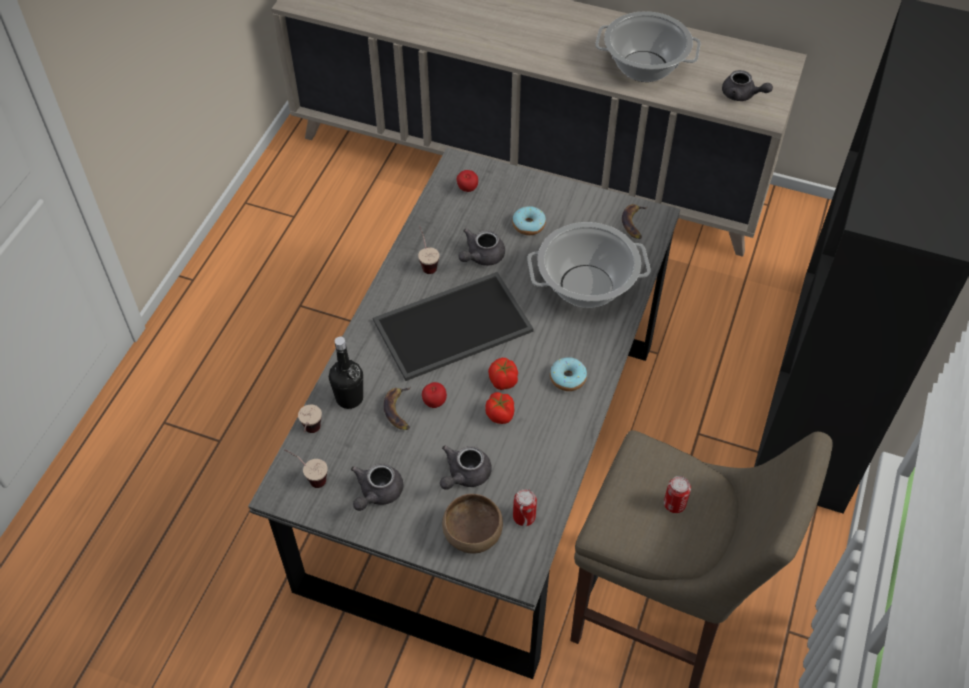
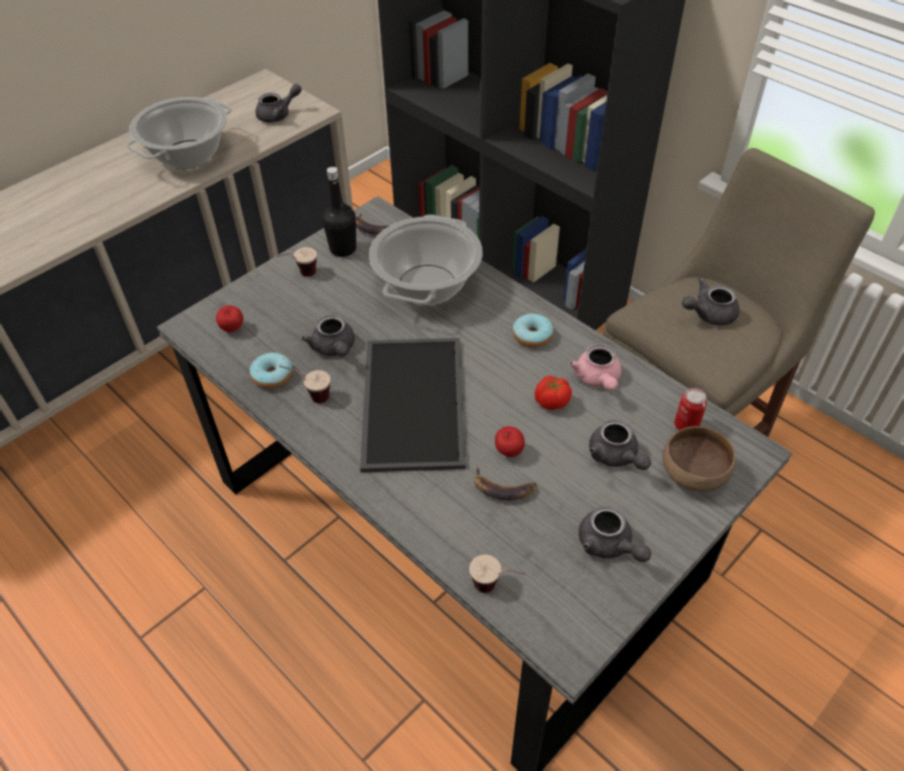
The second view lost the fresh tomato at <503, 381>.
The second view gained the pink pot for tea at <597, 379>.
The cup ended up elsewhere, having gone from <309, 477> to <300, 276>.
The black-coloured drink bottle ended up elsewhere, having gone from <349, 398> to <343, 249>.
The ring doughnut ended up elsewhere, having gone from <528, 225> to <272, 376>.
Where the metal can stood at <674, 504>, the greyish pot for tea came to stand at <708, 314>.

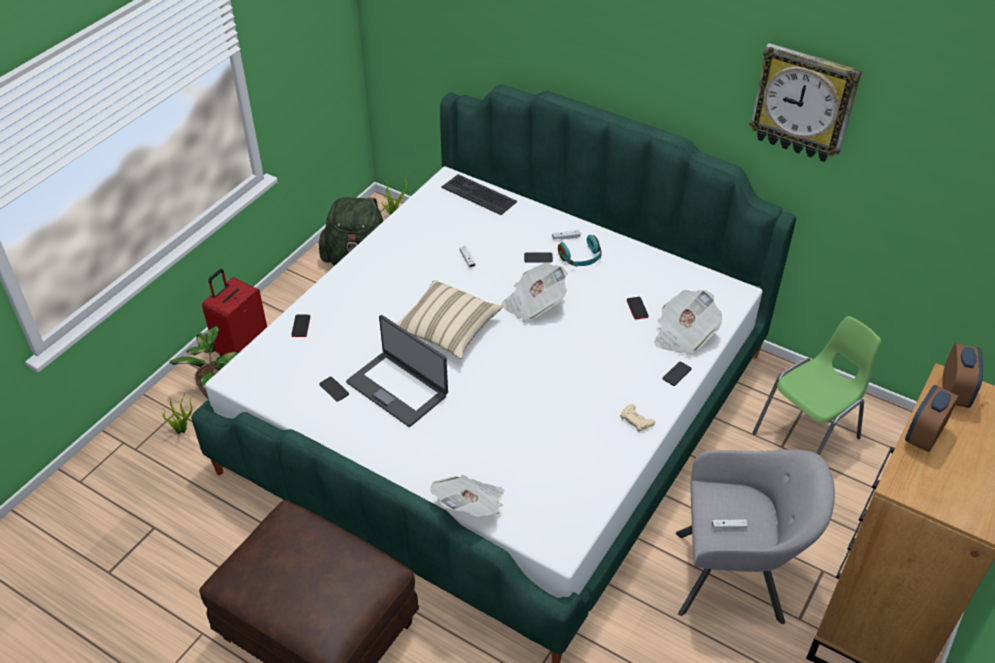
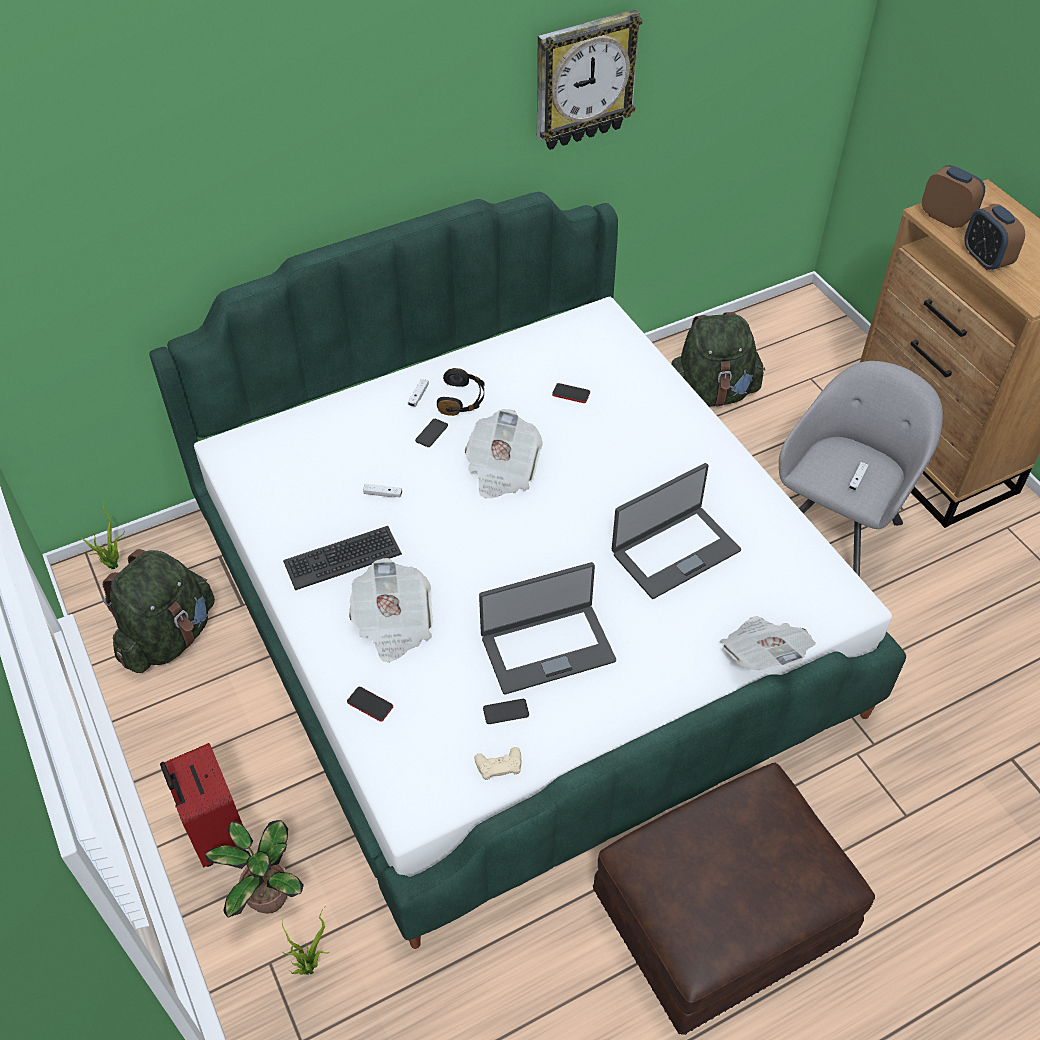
The second view lost the sand-coloured pillow at <447, 330>.
The second view lost the telephone at <677, 374>.
The second view gained the laptop at <674, 551>.
The keyboard ended up elsewhere, having gone from <479, 194> to <342, 557>.
The sand-coloured gamepad ended up elsewhere, having gone from <636, 420> to <499, 765>.
The printed paper ended up elsewhere, having gone from <683, 335> to <393, 624>.
Where the greenish plain chair stood at <808, 436>, the greenish backpack came to stand at <711, 393>.
What was the blue-green headphones at <581, 259> turned into the black-coloured headphones at <462, 400>.

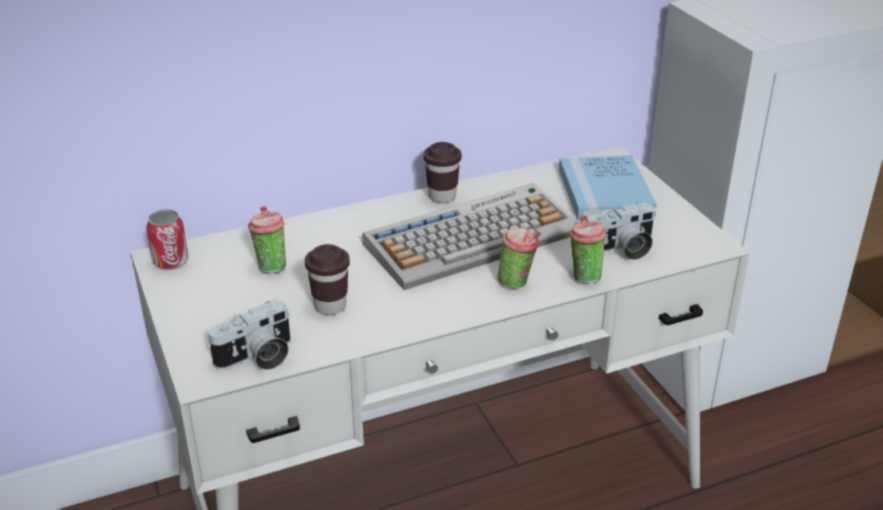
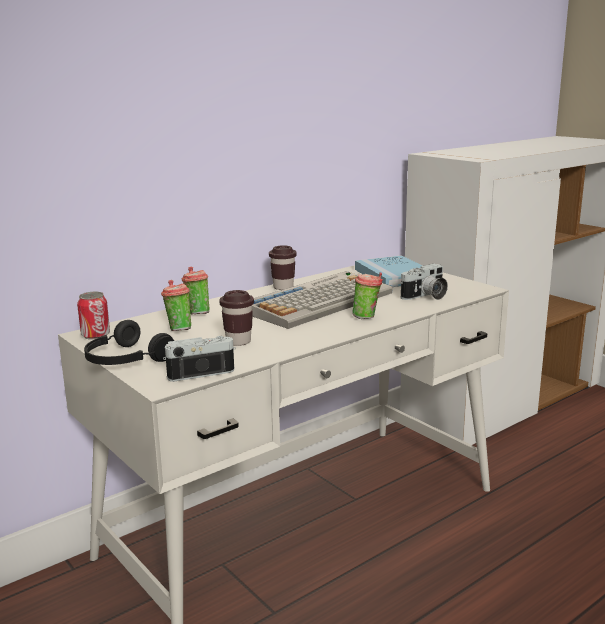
The second view gained the black-coloured headphones at <125, 360>.
The cup ended up elsewhere, having gone from <583, 276> to <197, 313>.
The still camera at <257, 358> ended up facing another way, 150 degrees counterclockwise from before.

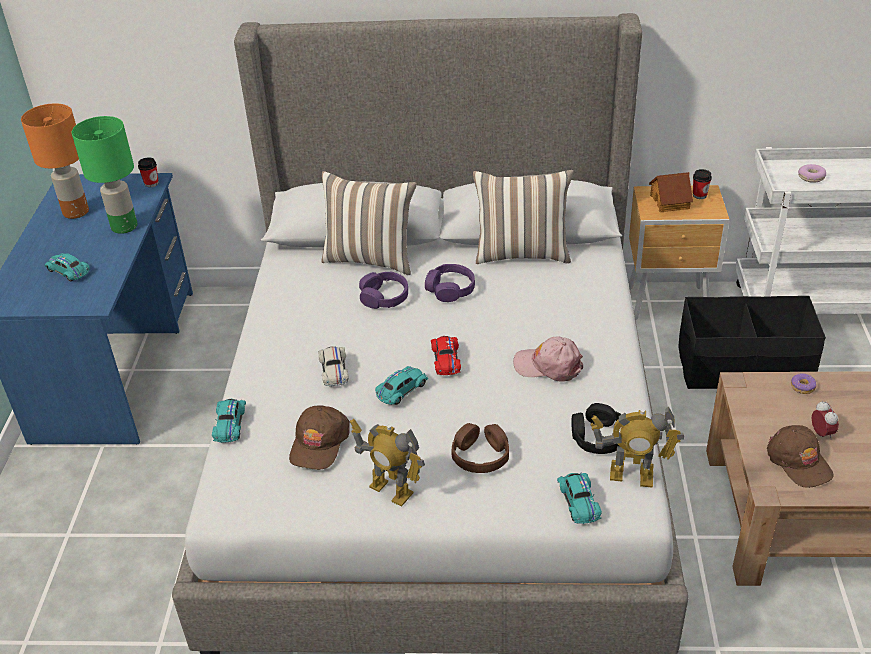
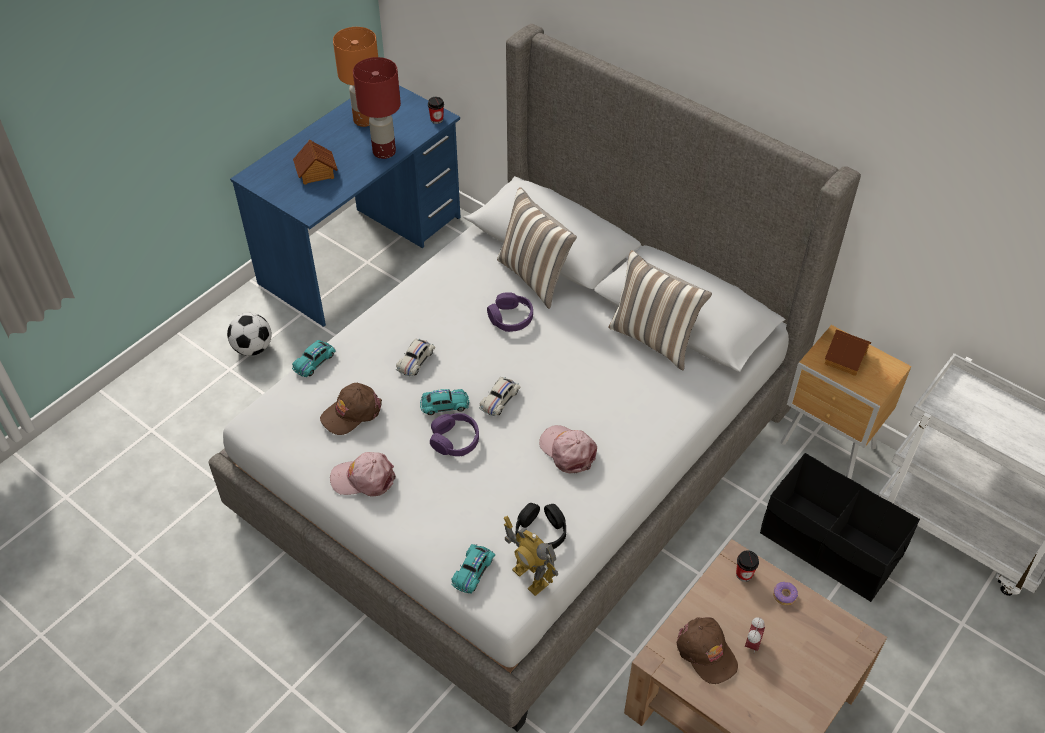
The second view lost the brown headphones at <480, 456>.
The second view lost the ring doughnut at <811, 177>.
The second view gained the football ball at <253, 348>.
The purple-coloured headphones ended up elsewhere, having gone from <450, 289> to <455, 440>.
The cup ended up elsewhere, having gone from <699, 195> to <744, 574>.
Where the blue-green toy car stood at <68, 271>, the miniature house came to stand at <316, 173>.
Where the model robot stood at <391, 490>, the pink baseball cap came to stand at <363, 478>.
What was the greenish lamp for a table at <124, 227> turned into the reddish lamp for a table at <383, 152>.
What was the reddish toy car at <446, 360> turned into the white toy car at <499, 400>.
The brown baseball cap at <798, 461> ended up facing another way, 45 degrees counterclockwise from before.

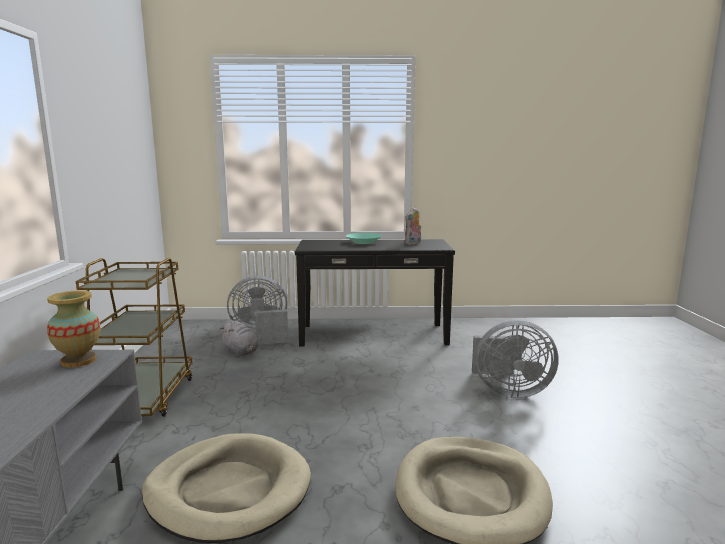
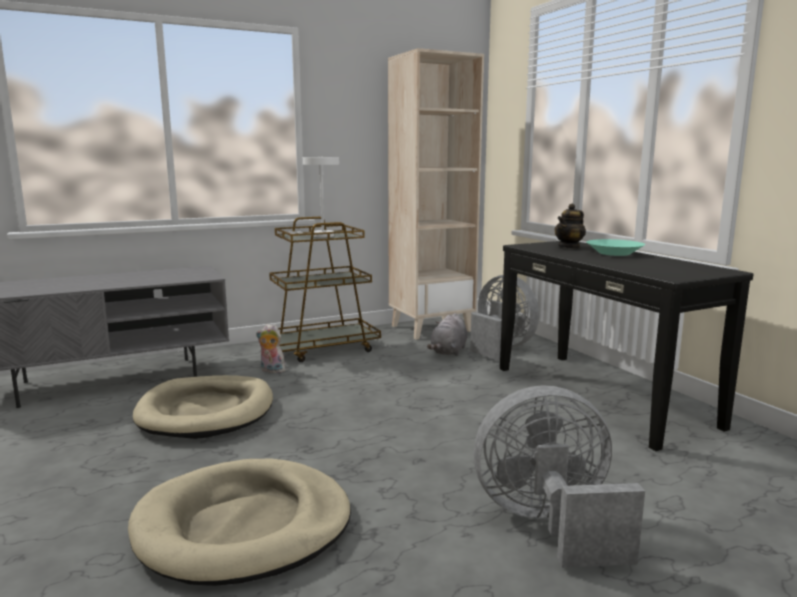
The second view lost the decorative vase at <78, 361>.
The second view gained the white lamp for a table at <319, 235>.
The second view gained the sand-coloured bookcase at <431, 328>.
The second view gained the pot for tea at <569, 247>.
The cuddly toy ended up elsewhere, having gone from <413, 243> to <271, 371>.
The greyish cooling fan at <508, 391> ended up facing another way, 105 degrees clockwise from before.

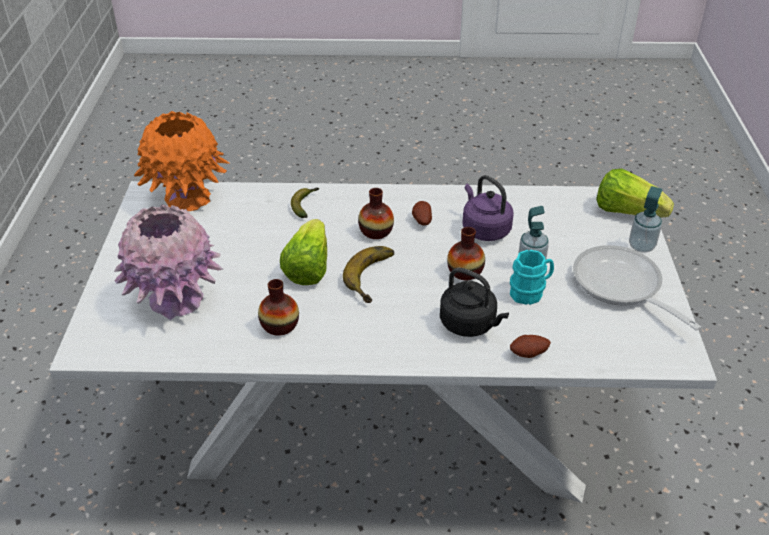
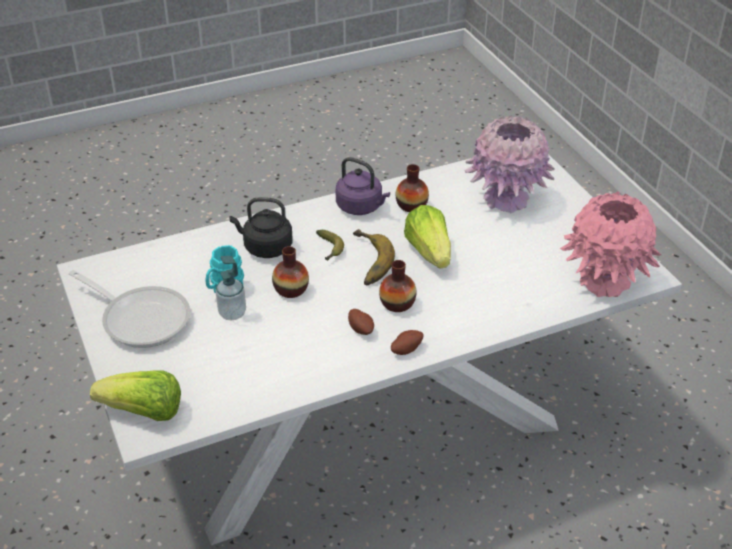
The second view lost the liquid soap bottle at <641, 246>.
The banana ended up elsewhere, having gone from <305, 205> to <329, 249>.
The purple-coloured tea kettle ended up elsewhere, having gone from <484, 229> to <361, 207>.
The potato ended up elsewhere, having gone from <529, 355> to <406, 349>.
What was the orange-coloured decorative vase at <187, 199> turned into the pink decorative vase at <604, 281>.

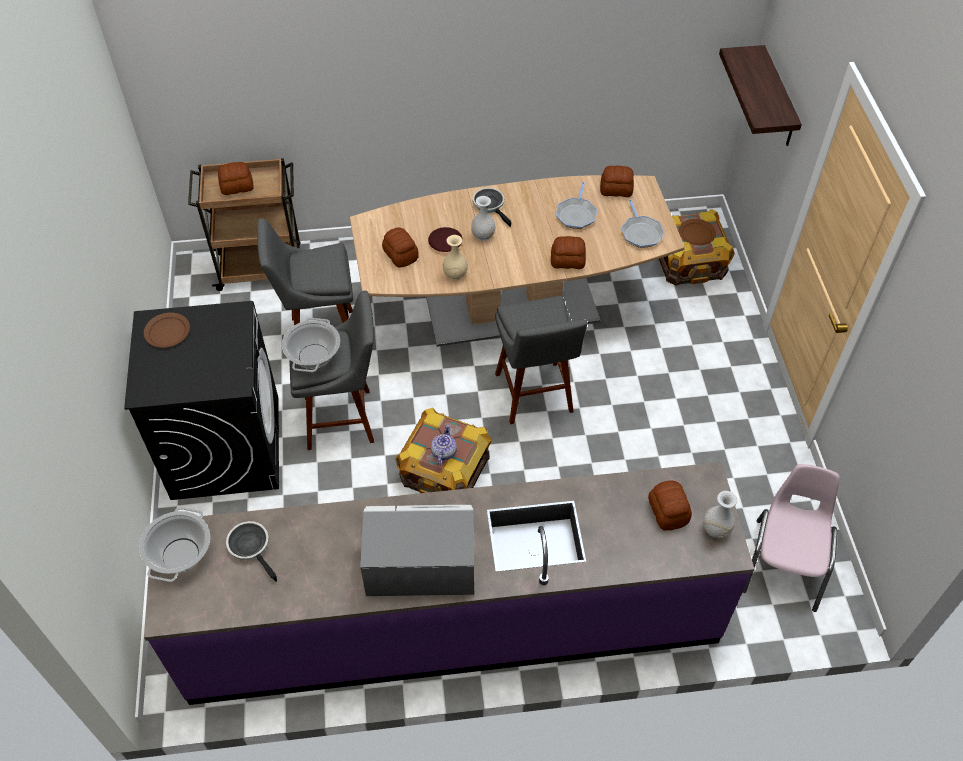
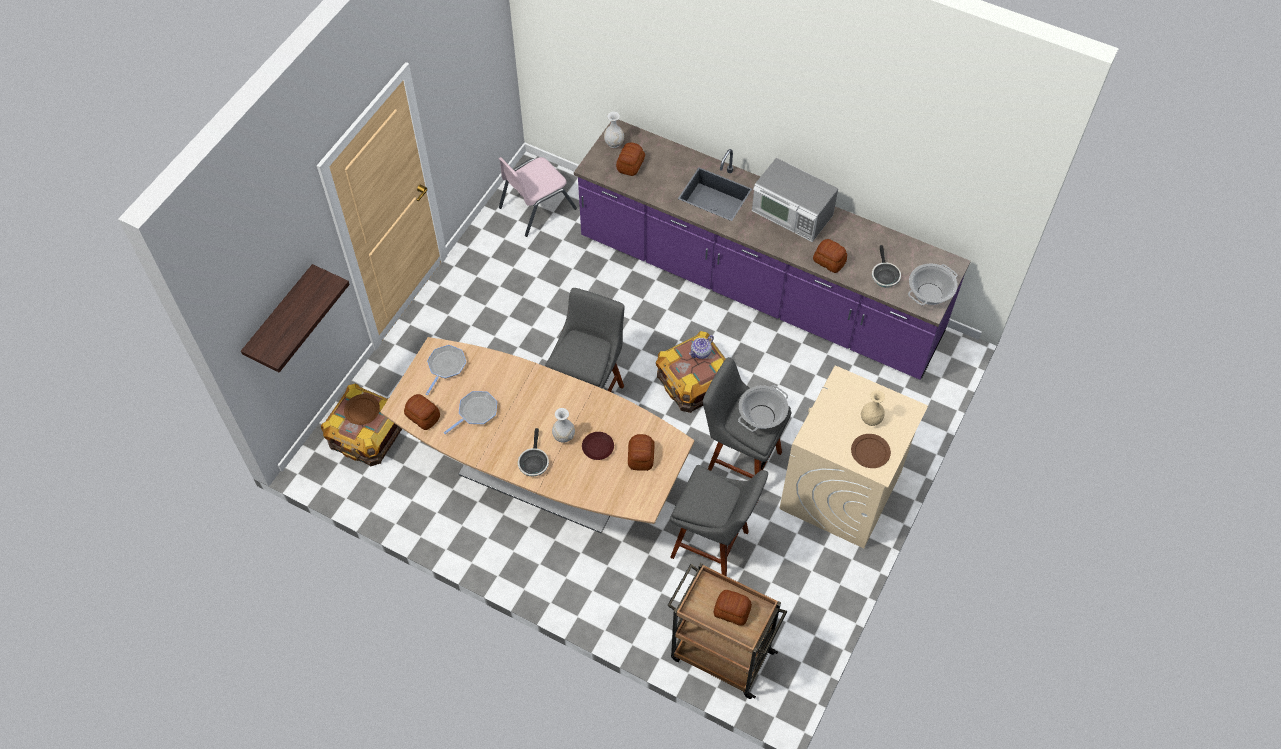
The sand-coloured decorative vase ended up elsewhere, having gone from <455, 274> to <871, 420>.
The baked bread ended up elsewhere, having gone from <568, 261> to <829, 261>.
What was the black-coloured laundry machine at <226, 446> turned into the sand-coloured laundry machine at <840, 491>.

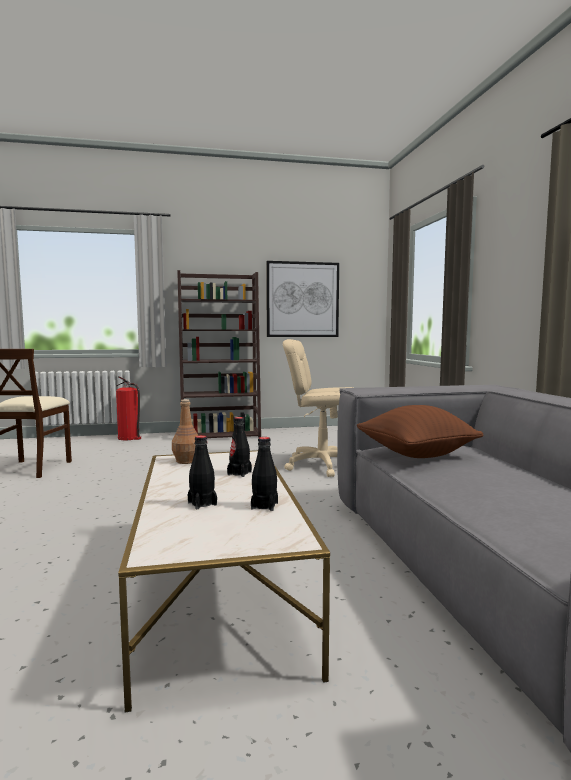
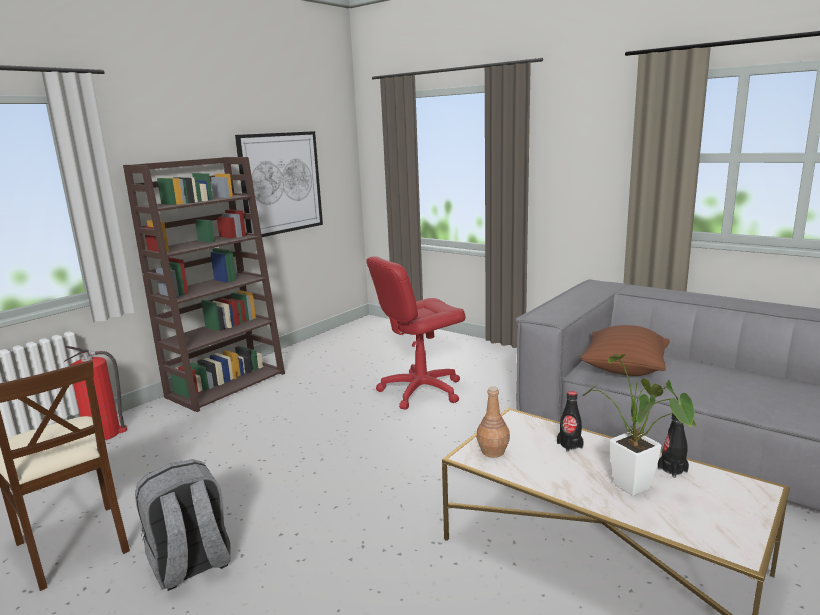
The second view gained the greyish backpack at <191, 565>.
Where the black-coloured drink bottle stood at <202, 503>, the potted plant came to stand at <637, 491>.
What was the sand-coloured computer chair at <322, 465> turned into the reddish computer chair at <421, 390>.

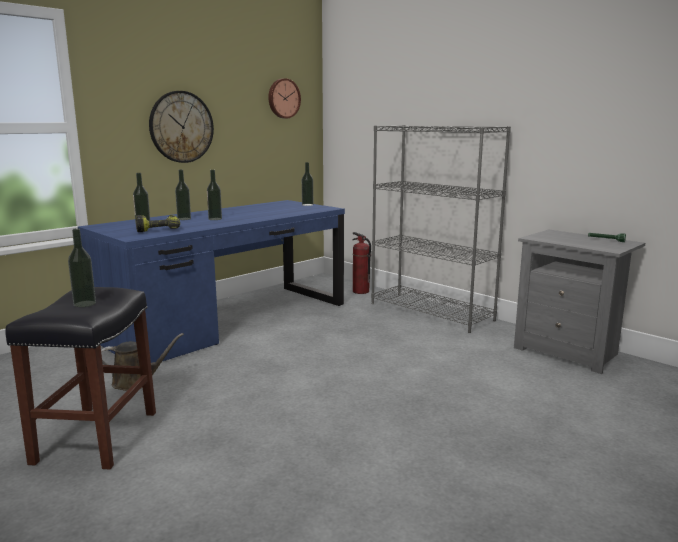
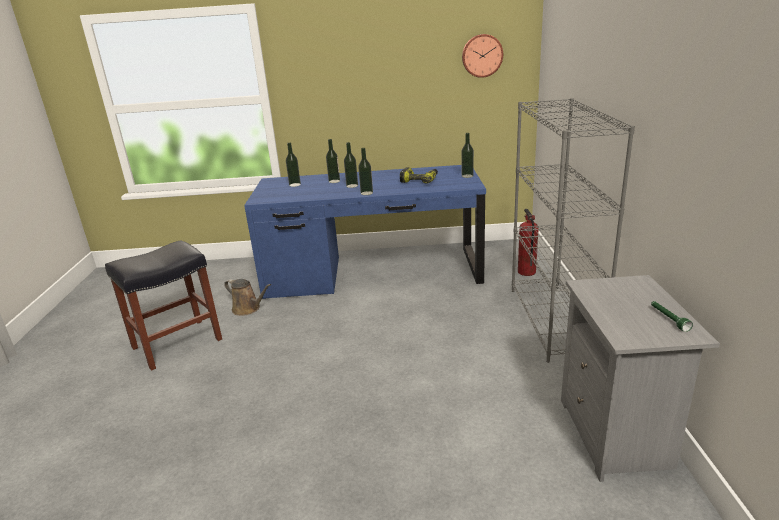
The second view lost the clock on the wall at <181, 127>.
The drink bottle ended up elsewhere, having gone from <85, 304> to <366, 193>.
The power drill ended up elsewhere, having gone from <158, 229> to <419, 180>.

